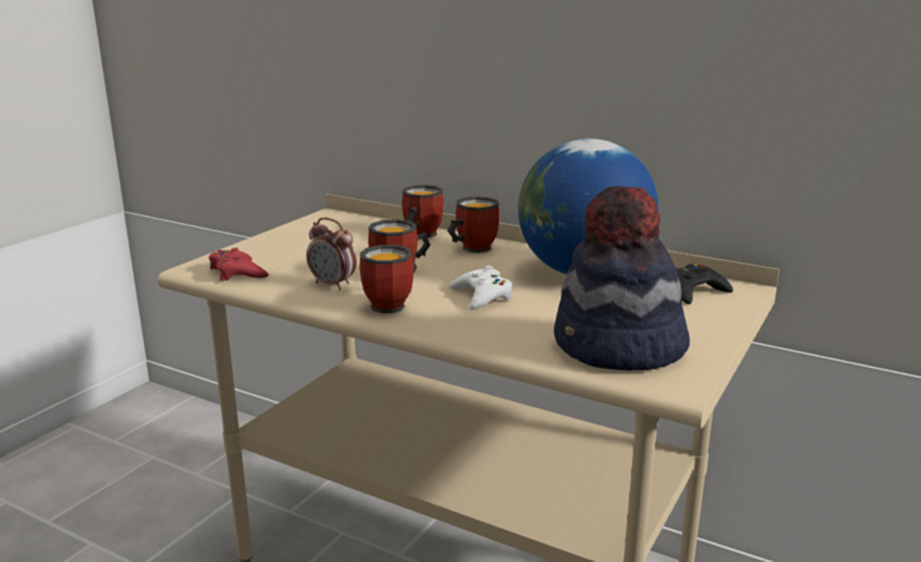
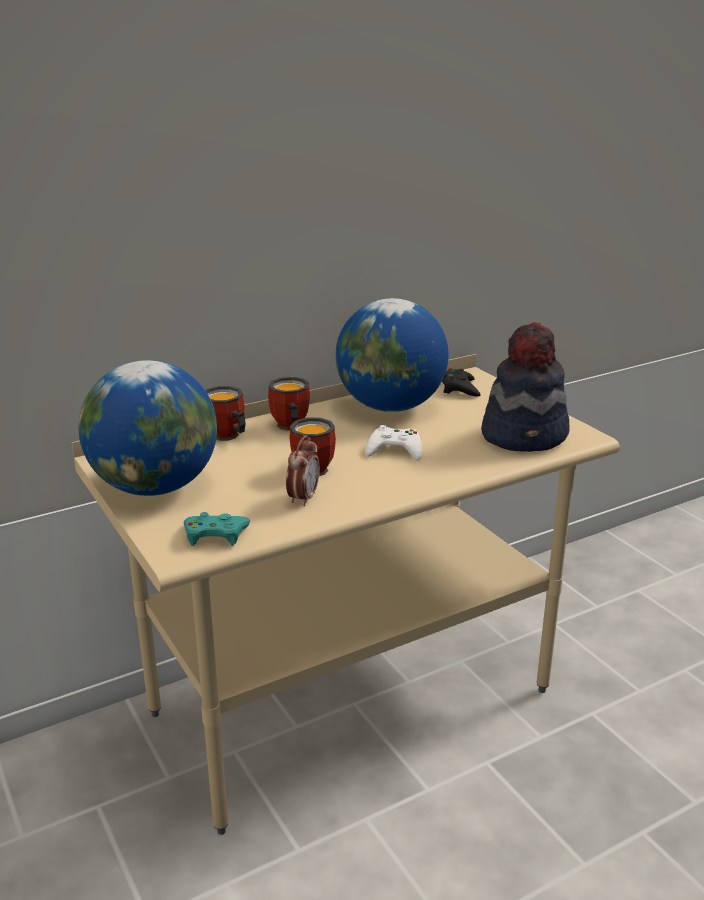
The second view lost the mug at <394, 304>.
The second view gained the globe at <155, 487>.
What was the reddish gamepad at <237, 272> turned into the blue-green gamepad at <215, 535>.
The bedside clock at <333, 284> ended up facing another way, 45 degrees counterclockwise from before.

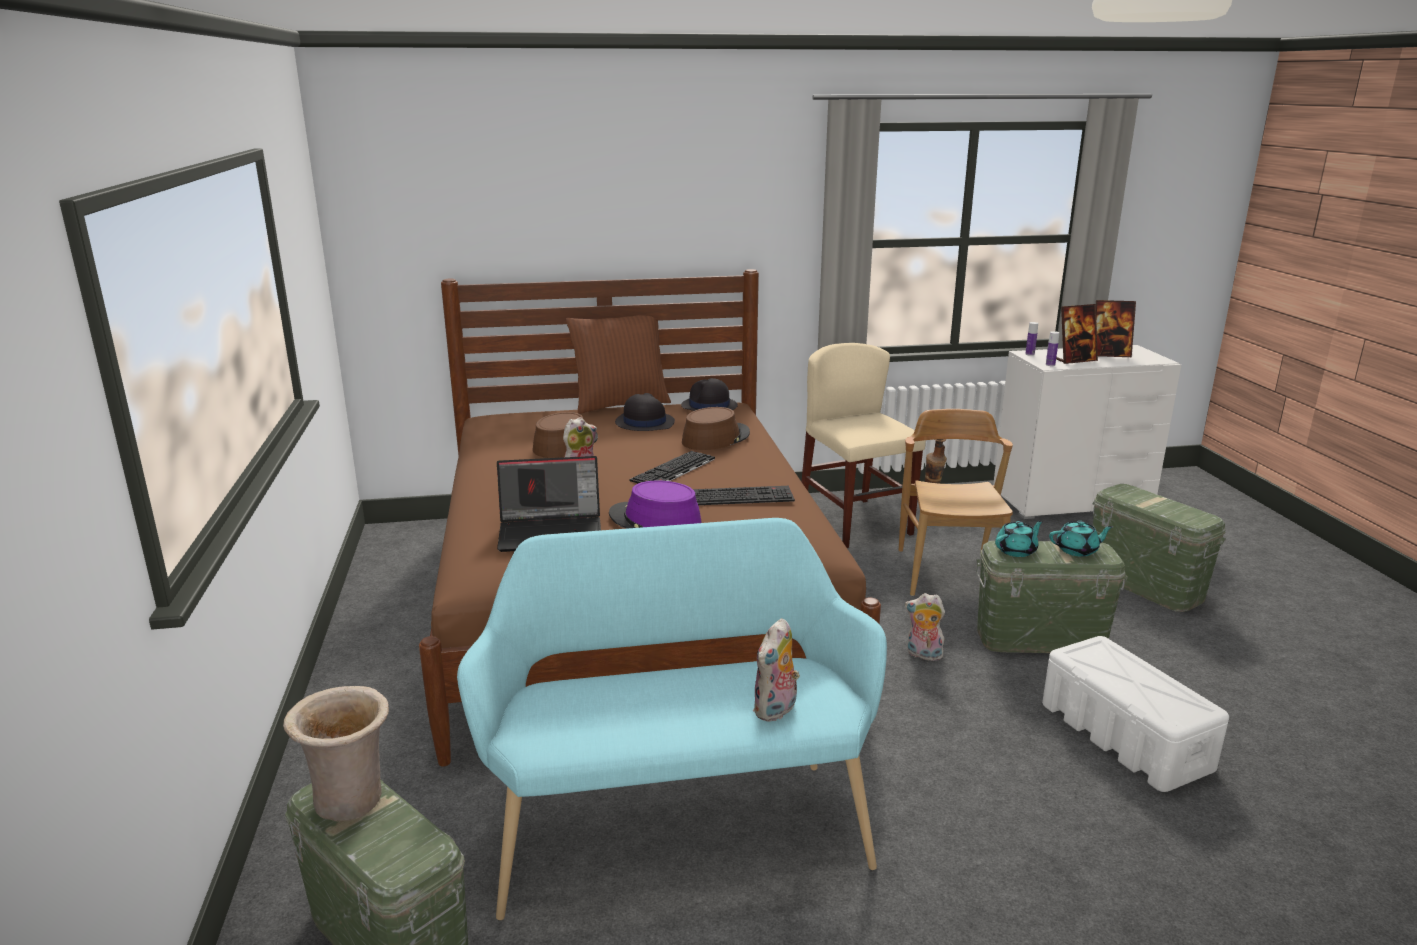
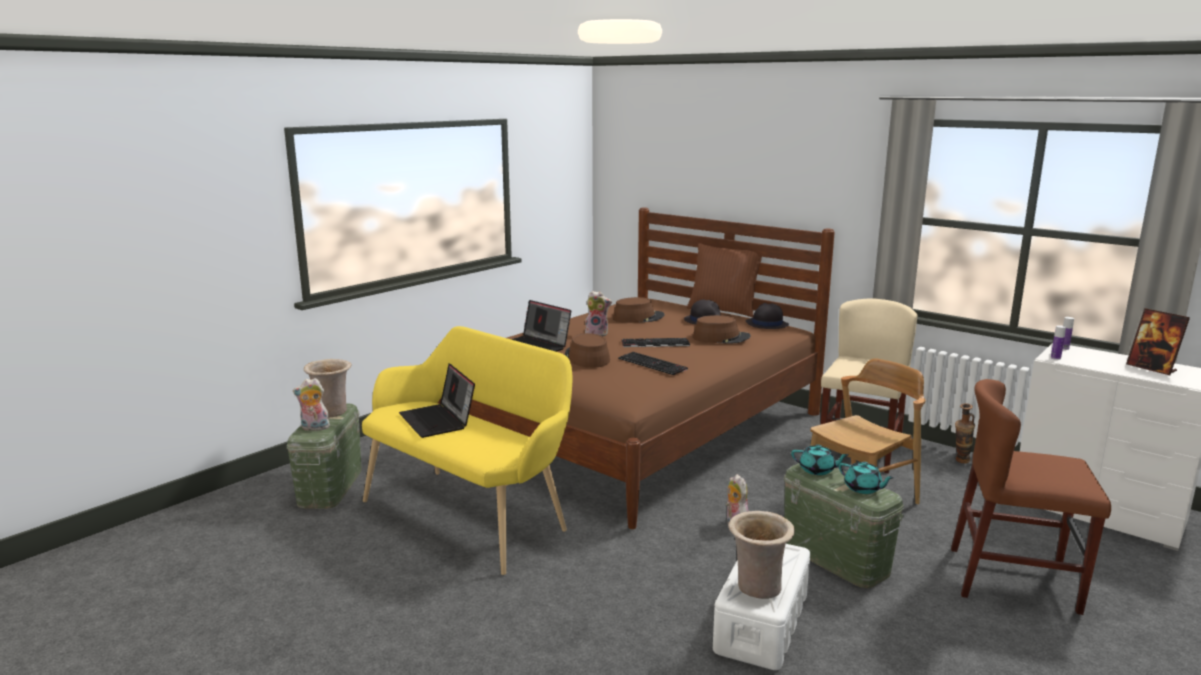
The second view lost the standing frame at <1075, 360>.
The second view gained the laptop at <438, 421>.
The second view gained the sand-coloured decorative vase at <757, 588>.
The cuddly toy ended up elsewhere, having gone from <776, 710> to <314, 428>.
Where the greenish storage container stood at <1144, 584>, the brown plain chair came to stand at <1013, 580>.
What was the blue-green long seat at <677, 824> turned into the yellow-coloured long seat at <472, 513>.
What was the purple-coloured wearable hat at <654, 519> turned into the brown wearable hat at <586, 358>.

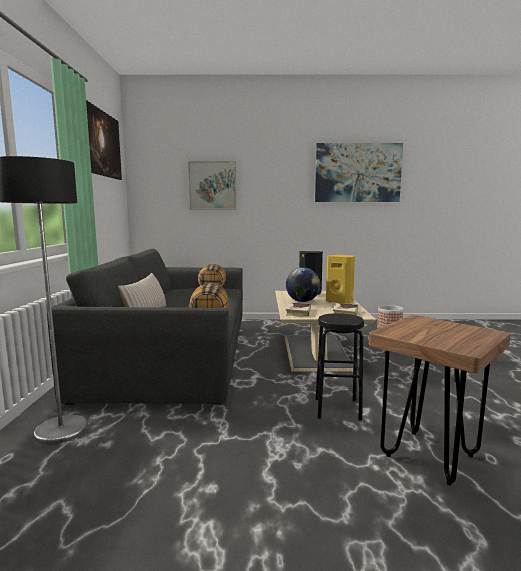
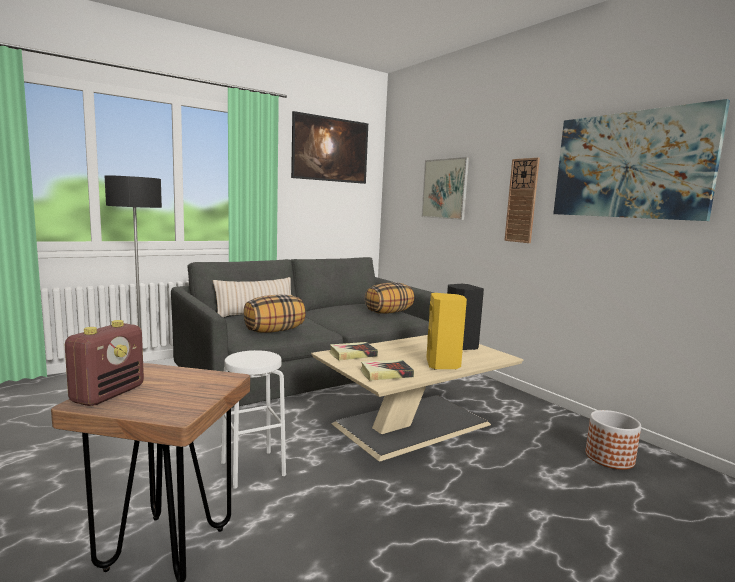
The second view lost the globe at <302, 301>.
The second view gained the radio at <108, 394>.
The second view gained the clock on the wall at <522, 200>.
What was the black-coloured stool at <337, 408> turned into the white stool at <253, 468>.

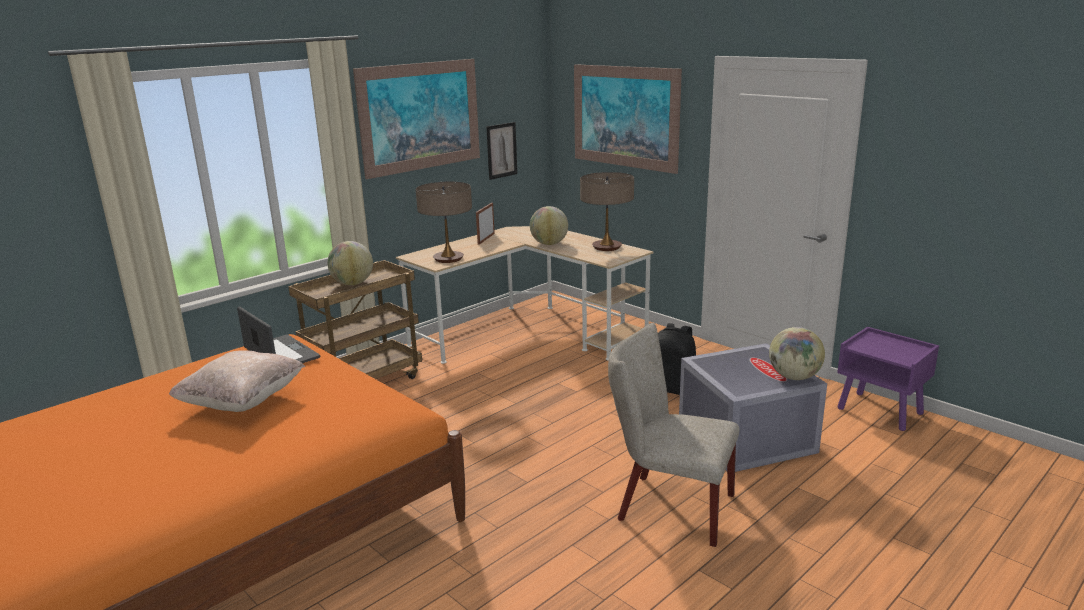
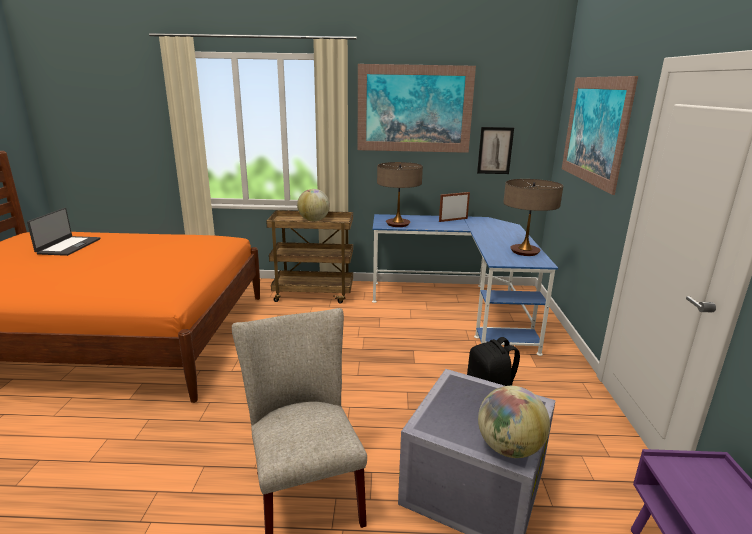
The second view lost the sand-coloured pillow at <242, 402>.
The second view lost the globe at <549, 244>.
The laptop ended up elsewhere, having gone from <280, 354> to <68, 246>.
What was the sand-coloured desk table at <528, 332> turned into the bluish desk table at <460, 307>.

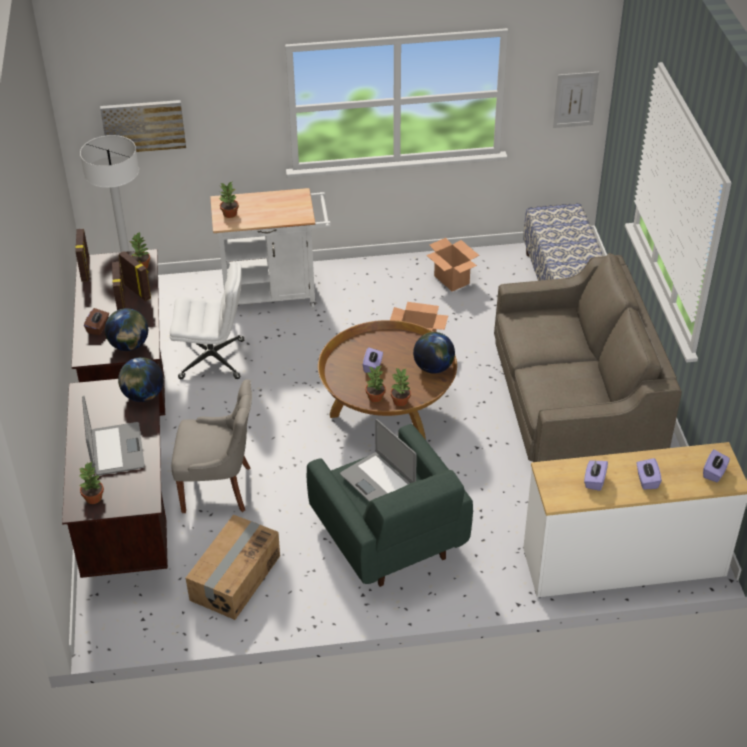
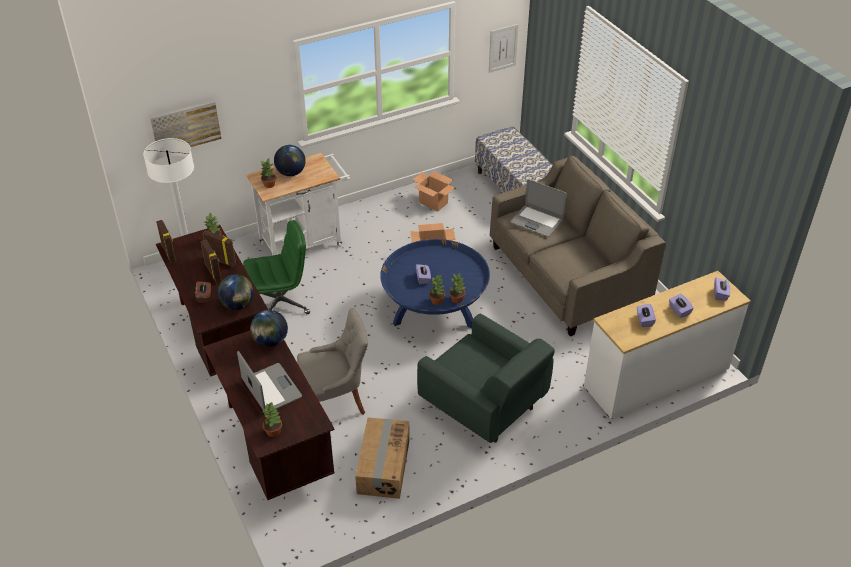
The laptop ended up elsewhere, having gone from <378, 481> to <537, 221>.
The globe ended up elsewhere, having gone from <433, 367> to <291, 173>.
What was the white computer chair at <213, 359> turned into the greenish computer chair at <281, 303>.
What was the brown low table at <387, 410> turned into the bluish low table at <434, 310>.

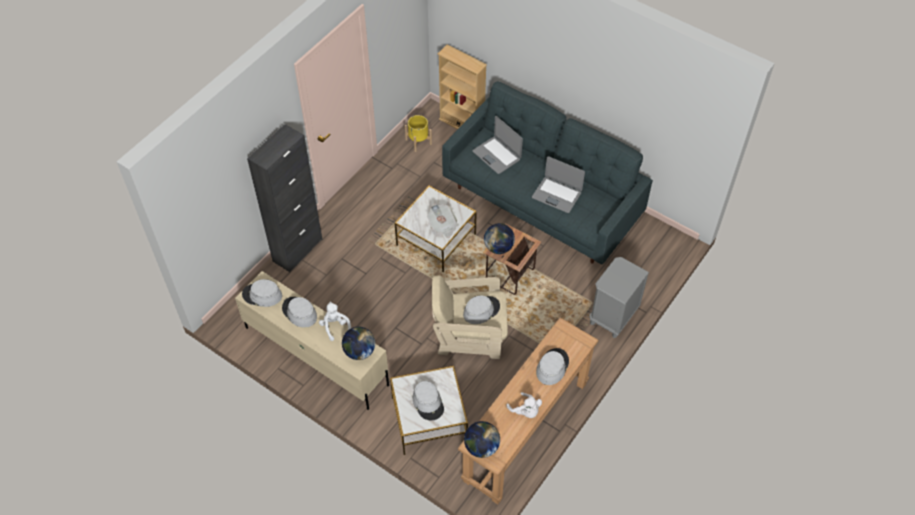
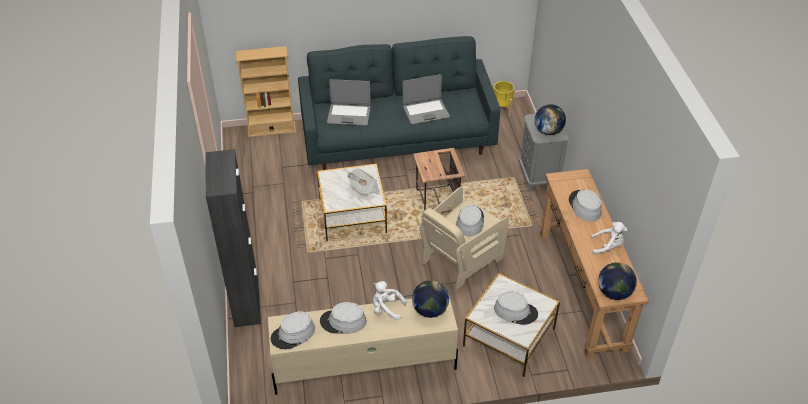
The yellow-coloured flower pot ended up elsewhere, having gone from <418, 141> to <501, 109>.
The globe ended up elsewhere, having gone from <498, 247> to <548, 131>.

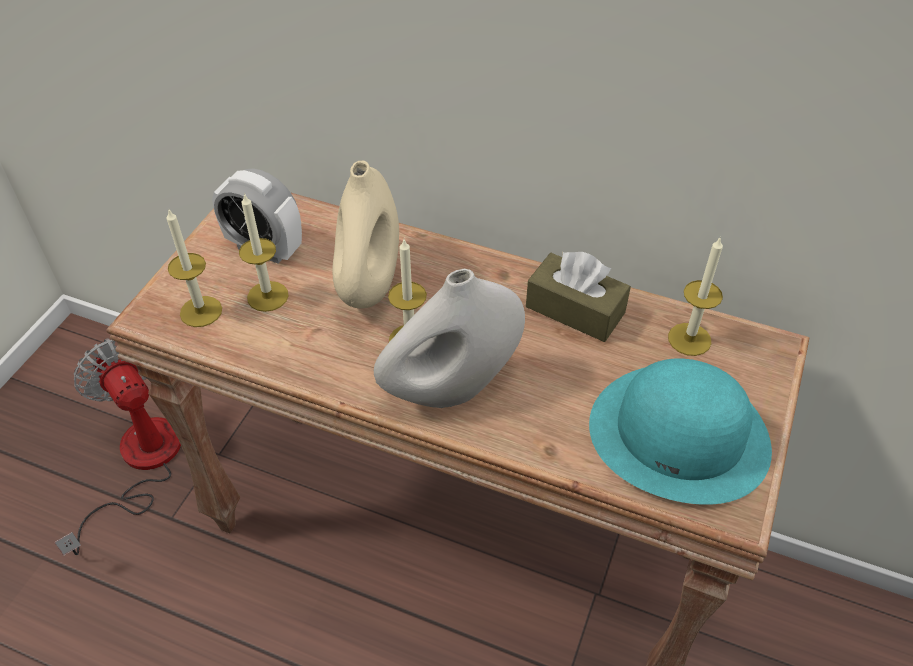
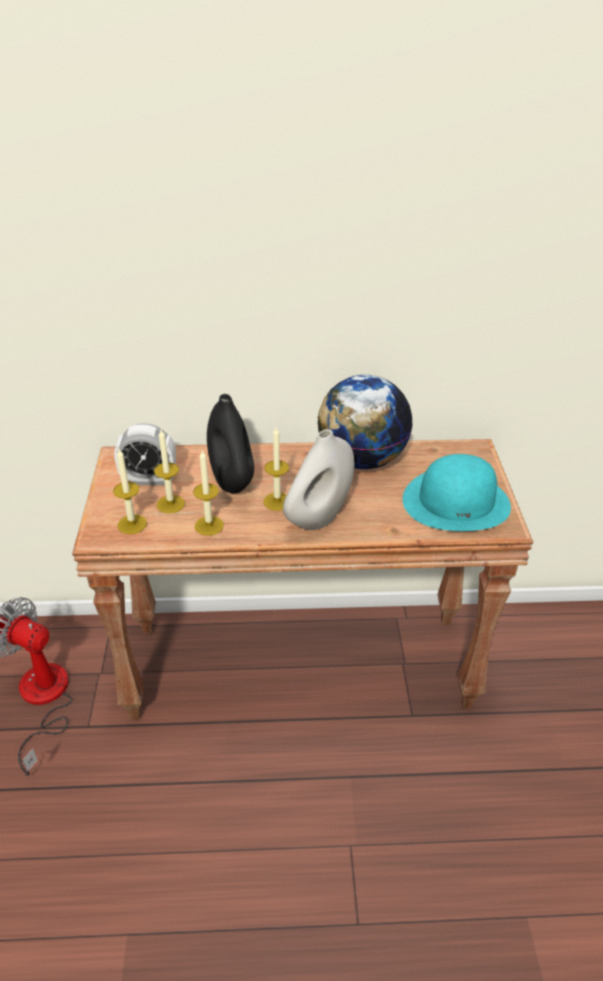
The wax candle ended up elsewhere, having gone from <689, 339> to <209, 525>.
Where the brown tissue box stood at <575, 310>, the globe came to stand at <361, 460>.
What was the sand-coloured decorative vase at <369, 285> turned into the black-coloured decorative vase at <232, 481>.

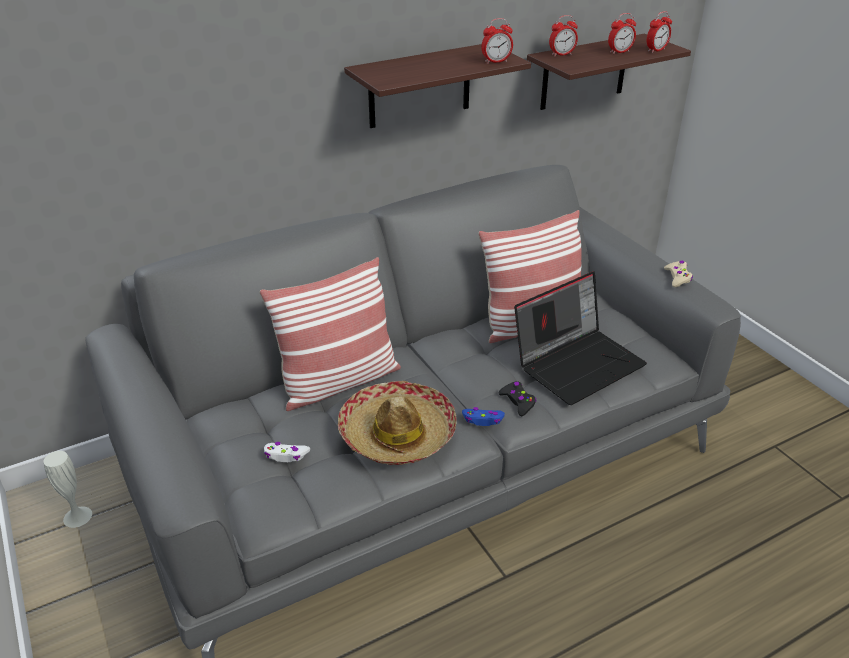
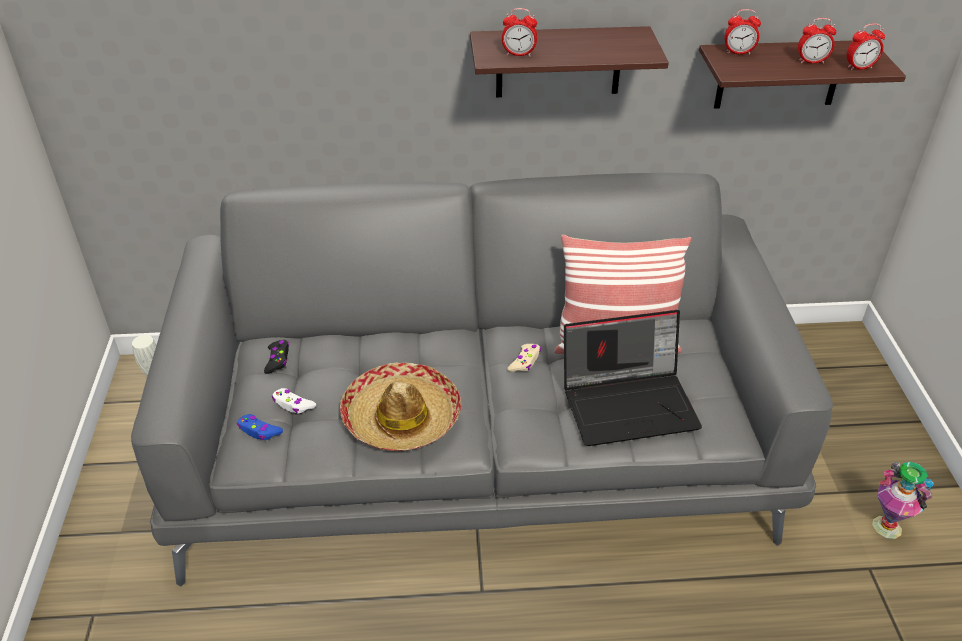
The second view lost the pillow at <338, 382>.
The second view gained the decorative vase at <887, 526>.
The bluish gamepad ended up elsewhere, having gone from <483, 420> to <259, 431>.
The bedside clock ended up elsewhere, having gone from <496, 62> to <519, 54>.
The black-coloured gamepad ended up elsewhere, having gone from <518, 402> to <277, 360>.
The sand-coloured gamepad ended up elsewhere, having gone from <677, 278> to <525, 361>.

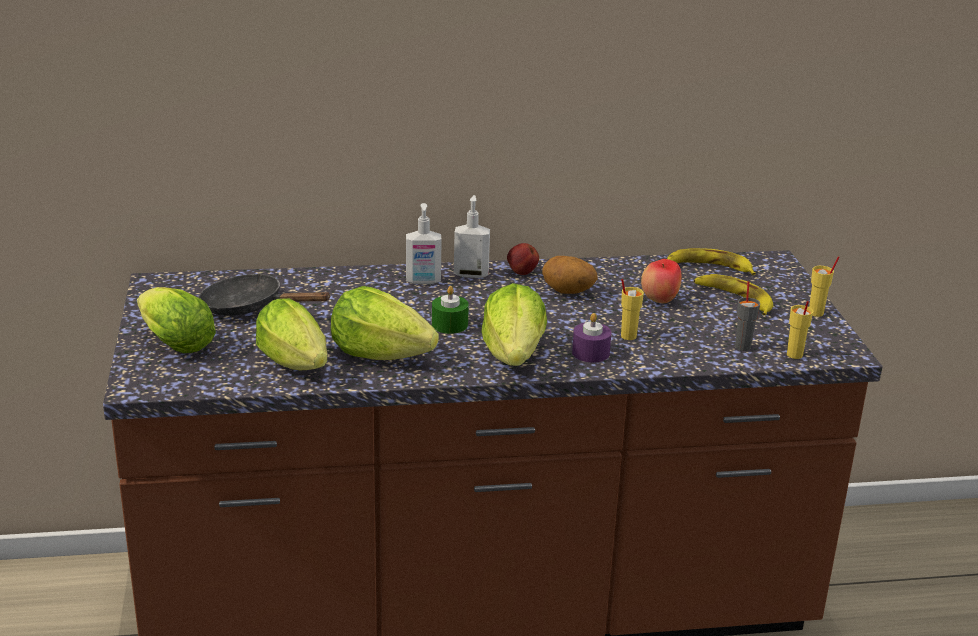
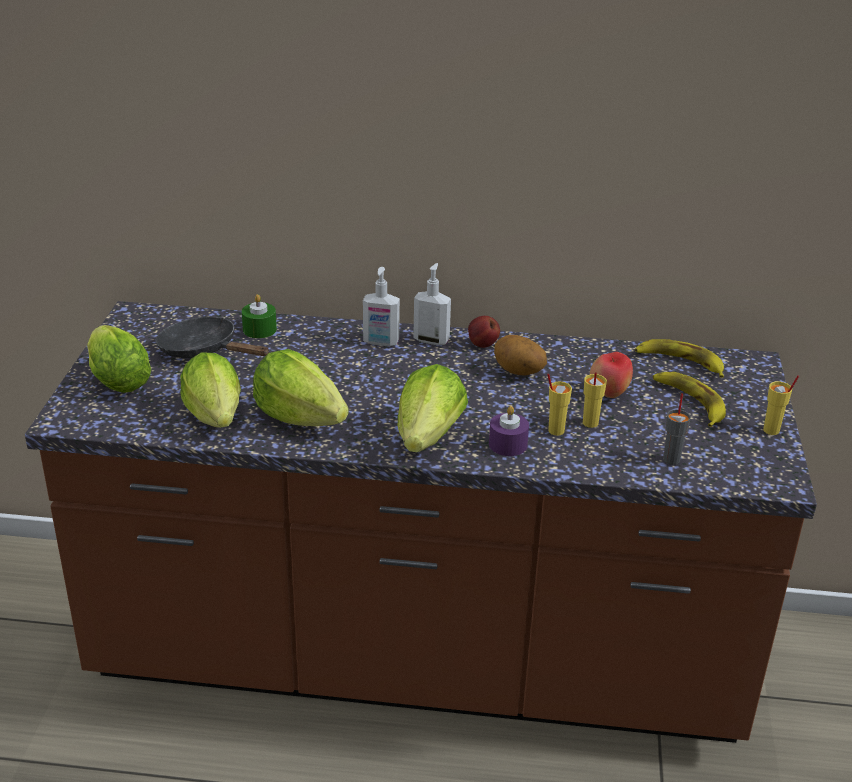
The greenish wax candle ended up elsewhere, having gone from <449, 325> to <259, 329>.
The yellow-coloured cup ended up elsewhere, having gone from <794, 355> to <590, 423>.

